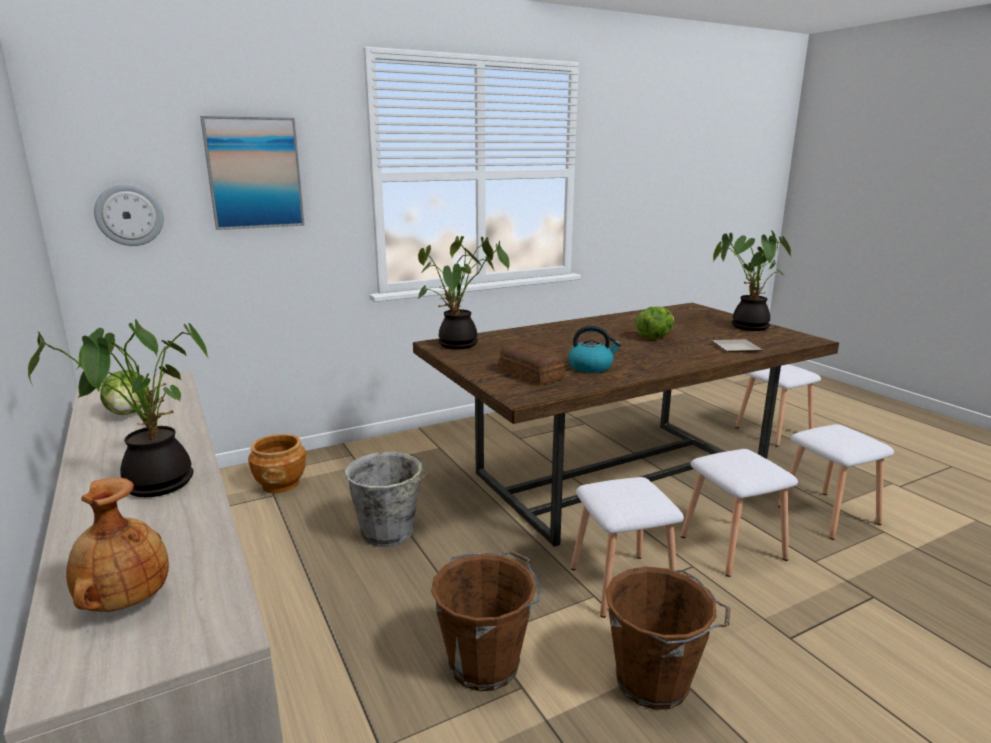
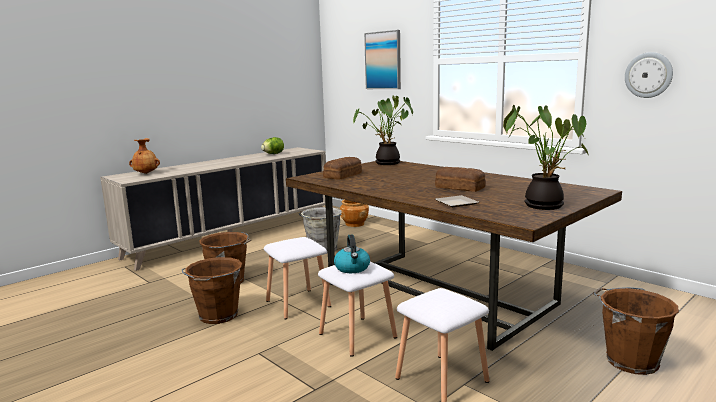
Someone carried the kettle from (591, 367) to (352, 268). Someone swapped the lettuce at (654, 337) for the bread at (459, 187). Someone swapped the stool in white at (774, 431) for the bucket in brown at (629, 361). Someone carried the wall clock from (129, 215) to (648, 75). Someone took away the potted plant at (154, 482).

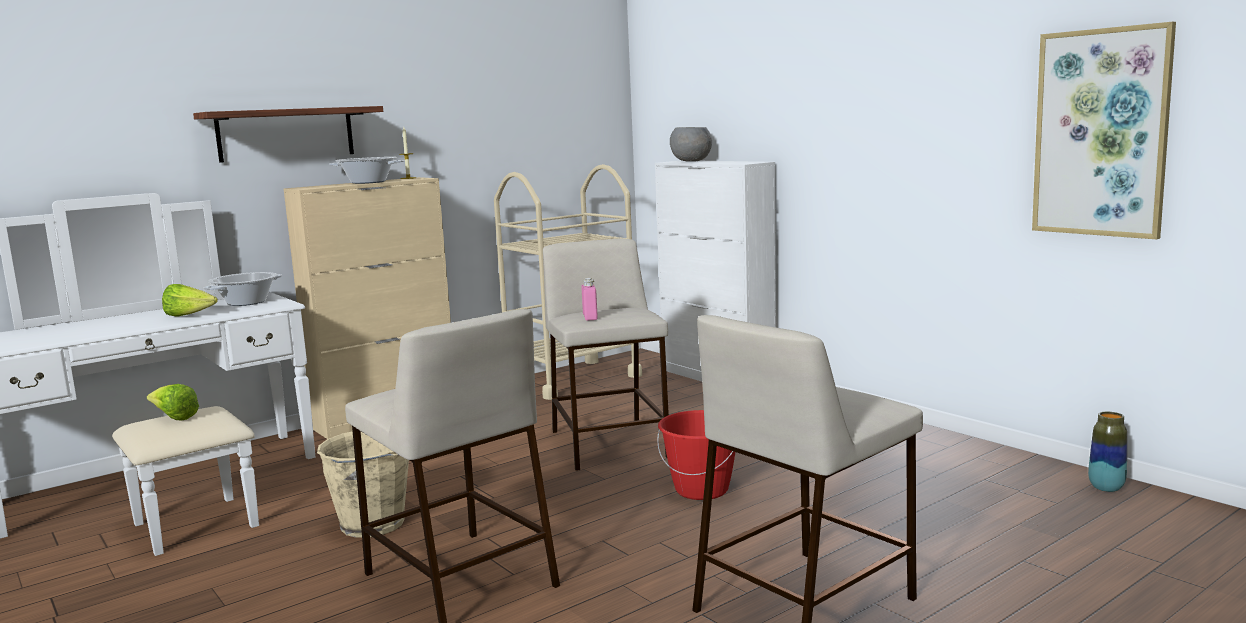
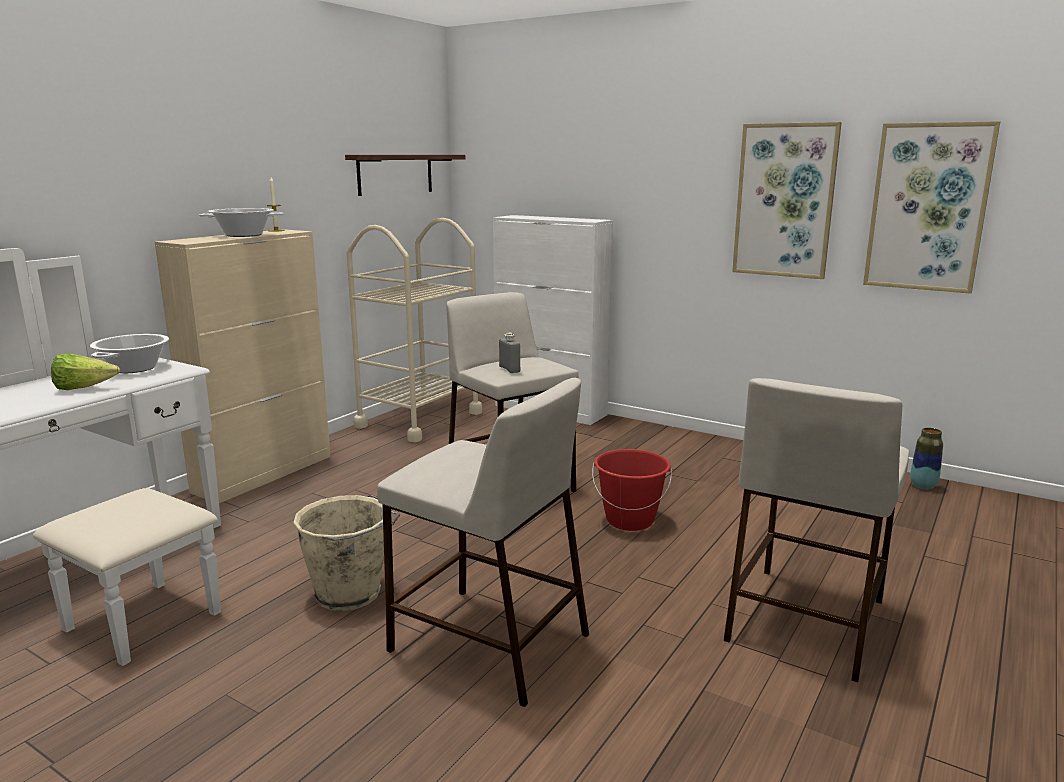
Someone carried the shelf from (286, 134) to (395, 174). Someone repainted the bottle in pink at (590, 317), which became the bottle in grey at (509, 369). Someone put up the picture at (784, 201). Someone took away the lettuce at (174, 418). Someone took away the bowl in grey at (691, 161).

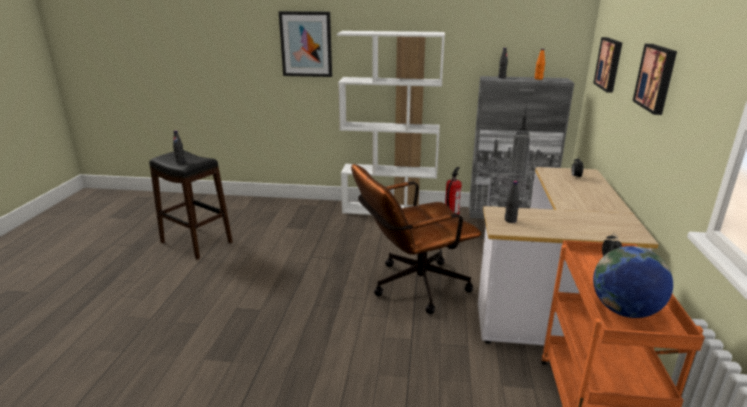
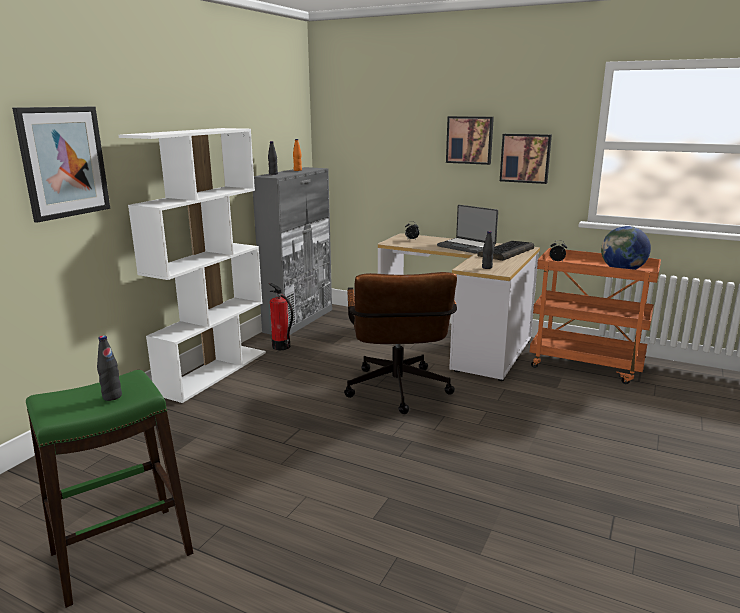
Someone repainted the stool in black at (196, 242), which became the stool in green at (121, 554). Someone put down the laptop at (467, 246). Someone put down the keyboard at (506, 252). Someone carried the picture from (610, 64) to (525, 158).

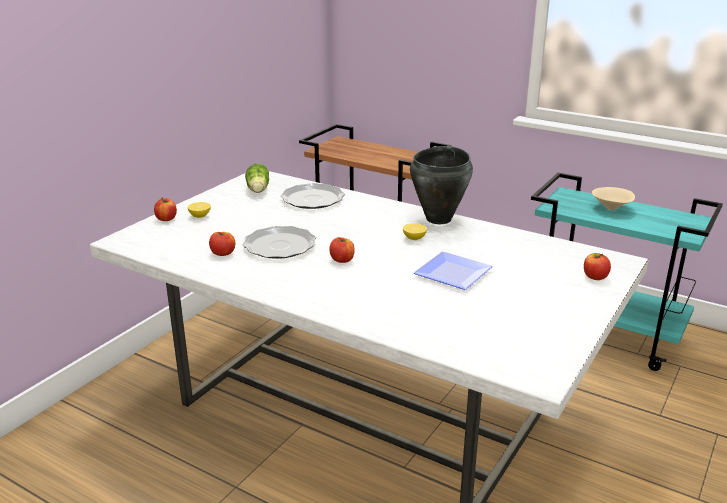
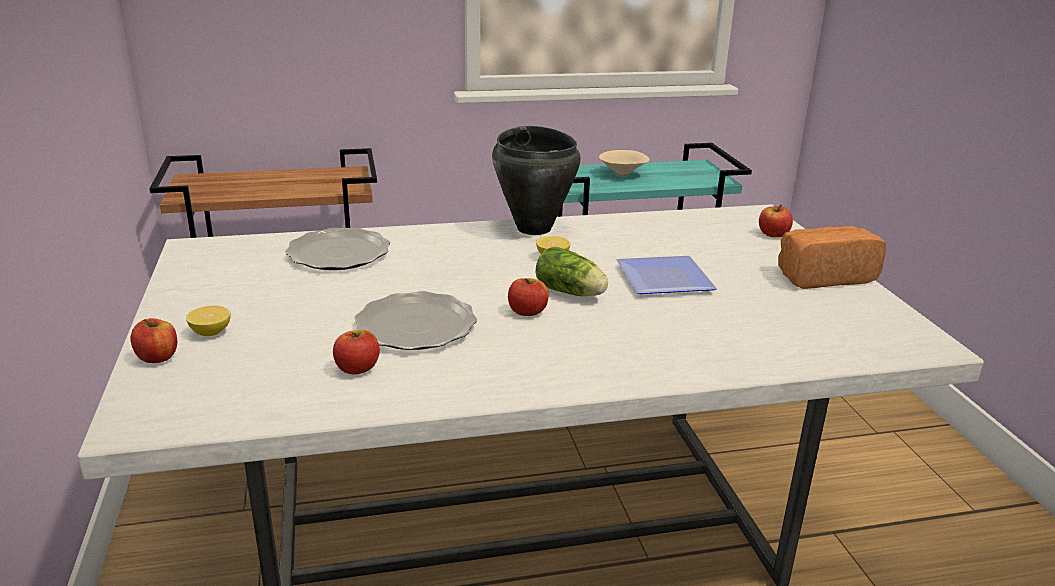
Someone carried the lettuce from (258, 190) to (572, 293). Someone put down the bread at (822, 276).

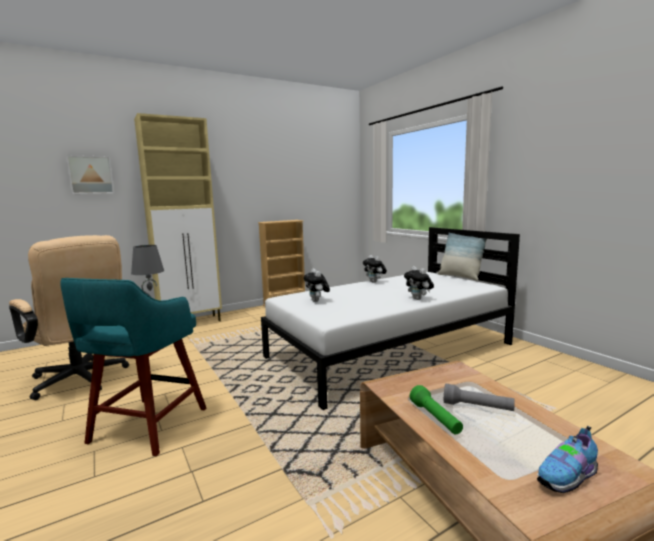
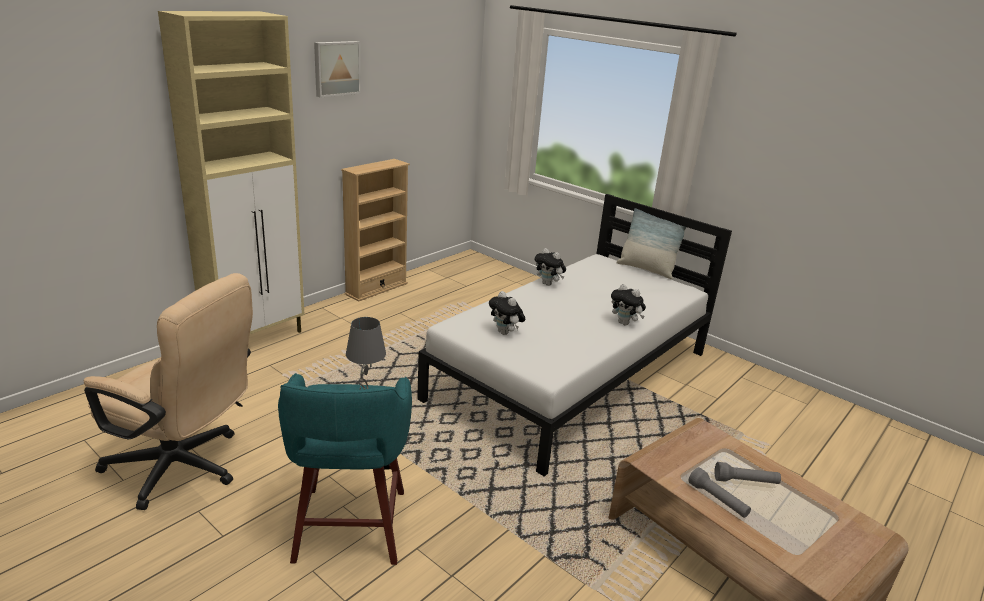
Someone carried the picture from (91, 175) to (336, 68). Someone repainted the flashlight in green at (435, 419), which became the flashlight in grey at (718, 500). Someone took away the shoe at (568, 478).

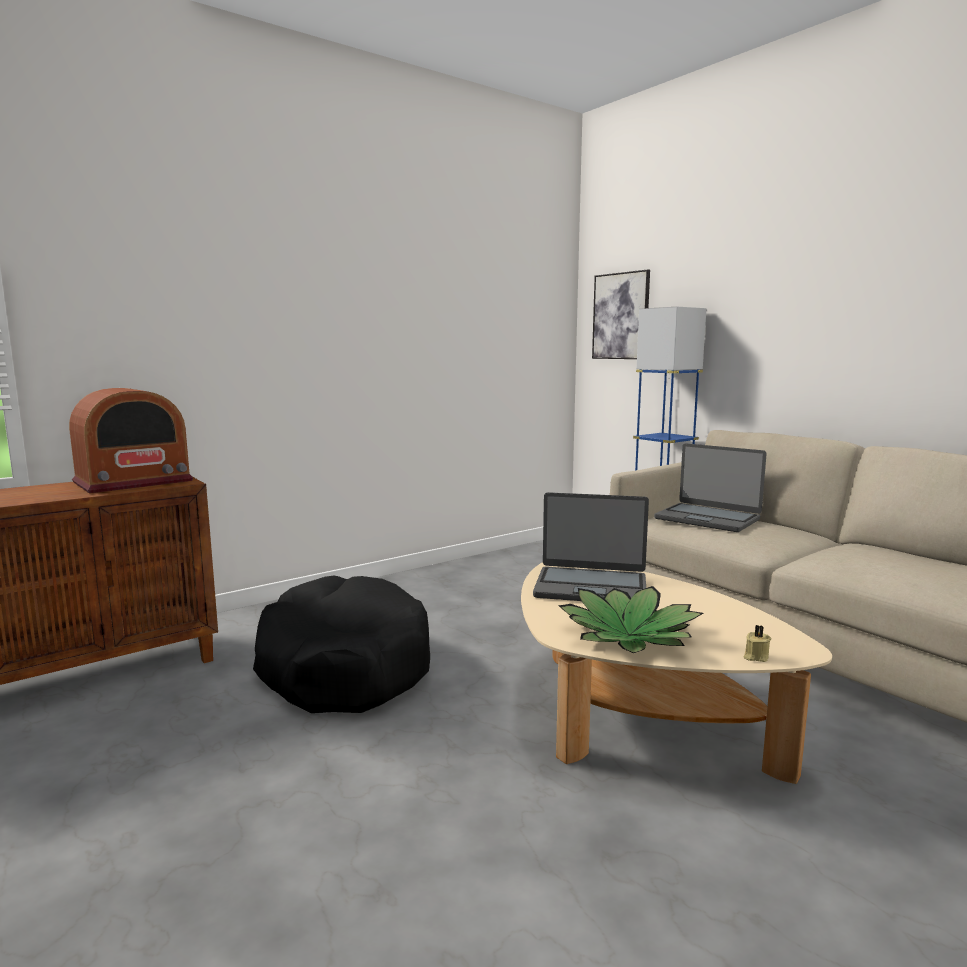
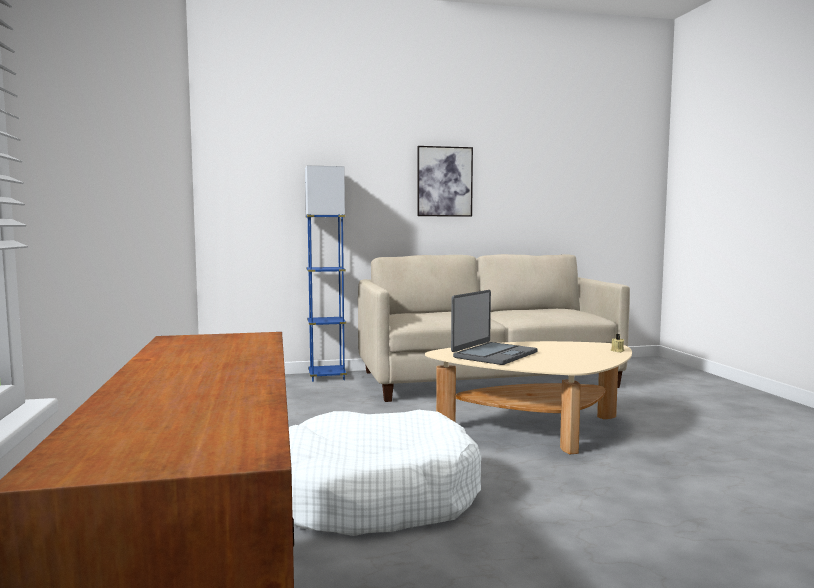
Someone repainted the dog bed in black at (344, 666), which became the dog bed in white at (373, 496). Someone carried the picture from (621, 316) to (444, 181). Someone took away the radio at (133, 481). Someone took away the potted plant at (629, 635). Someone took away the laptop at (707, 519).

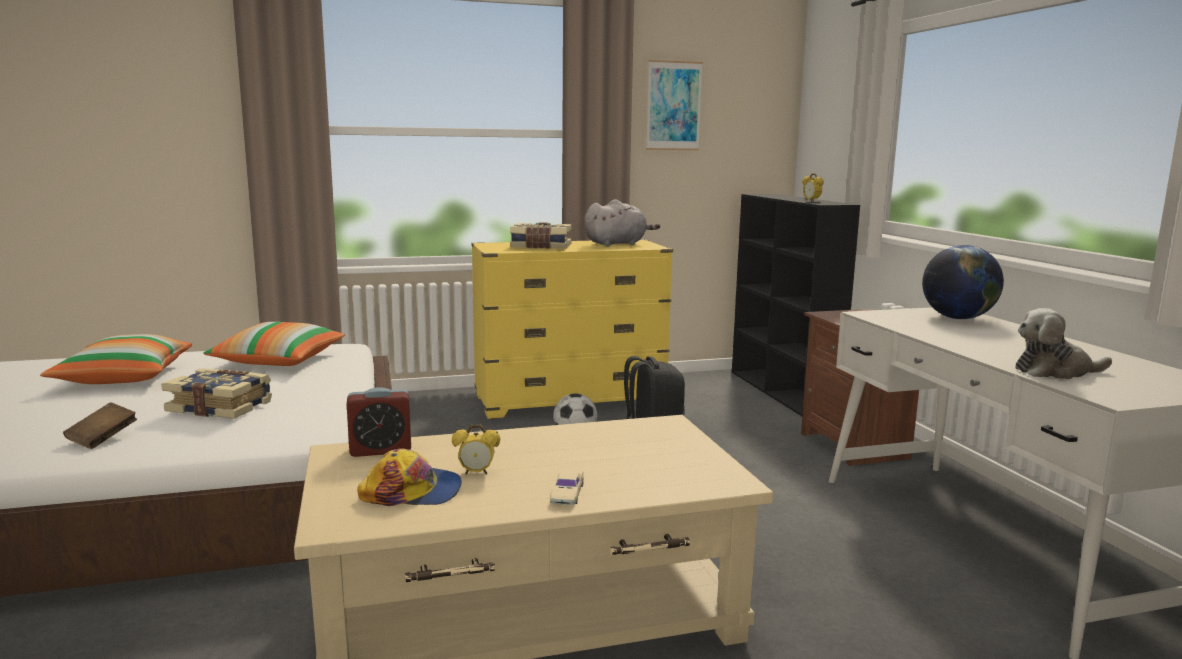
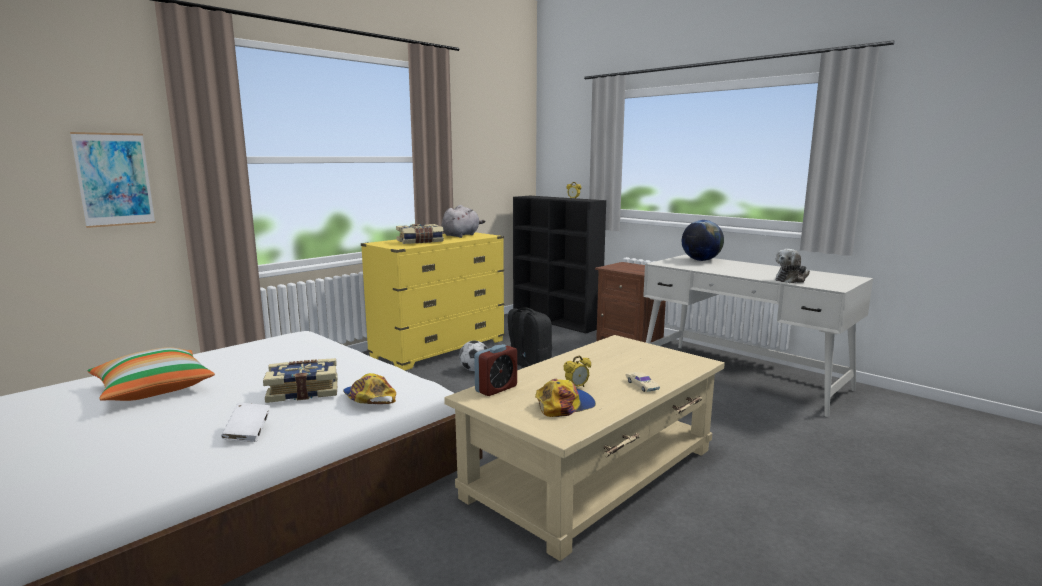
Someone carried the picture from (673, 106) to (114, 179). Someone repainted the book in brown at (102, 439), which became the book in white at (248, 433). Someone put down the cap at (369, 398). Someone took away the pillow at (279, 361).

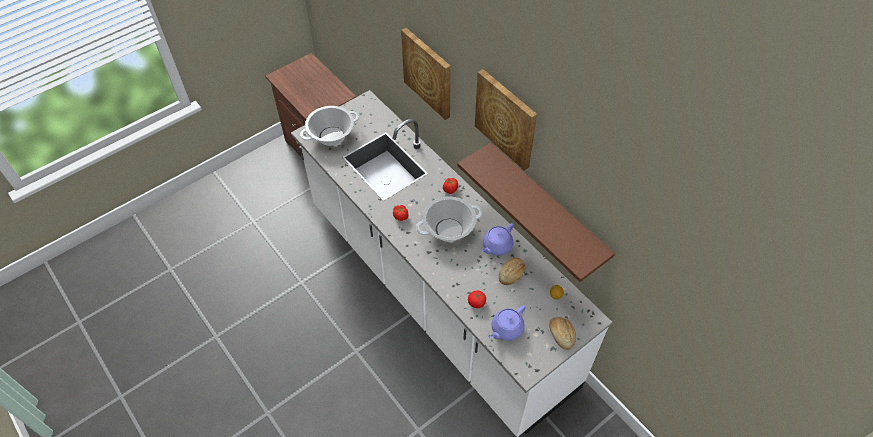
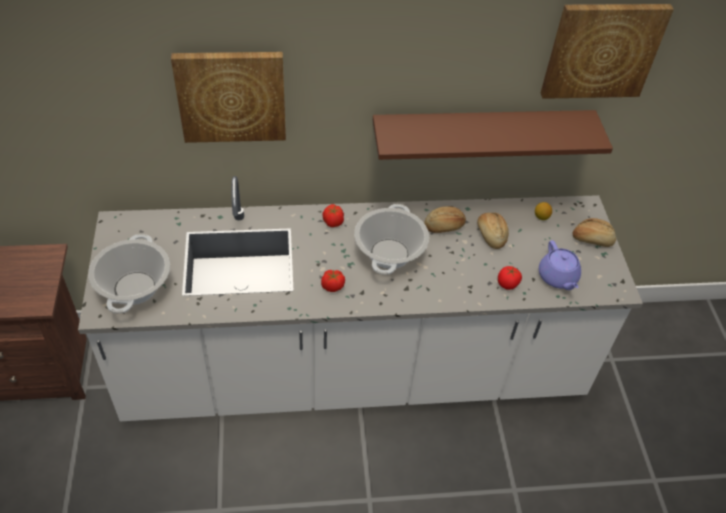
Someone swapped the teapot in purple at (496, 246) for the bread at (444, 227). Someone carried the picture from (506, 118) to (602, 50).

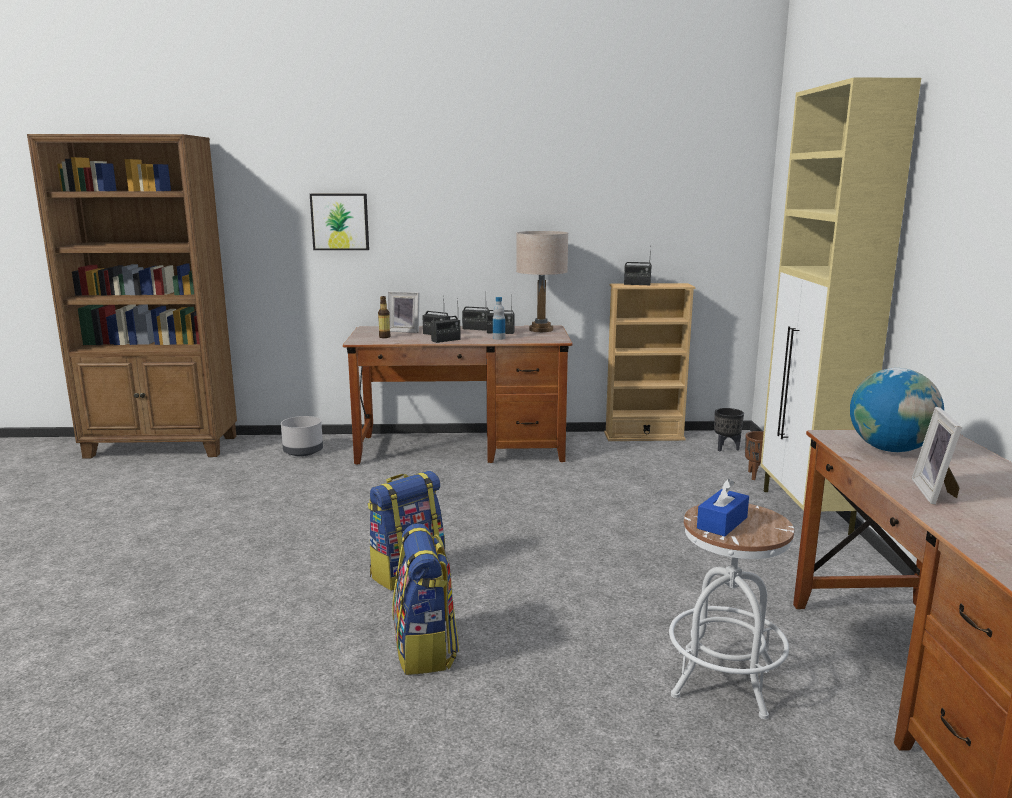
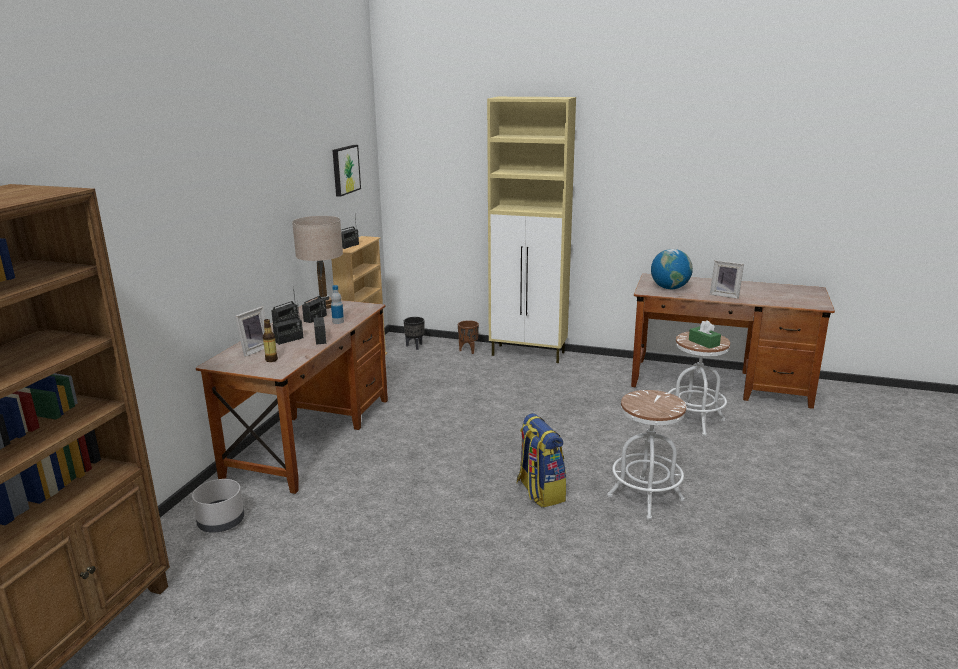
Someone carried the picture from (340, 221) to (345, 170). Someone swapped the backpack at (425, 650) for the stool in white at (645, 498). Someone repainted the tissue box in blue at (722, 523), which became the tissue box in green at (704, 342).

